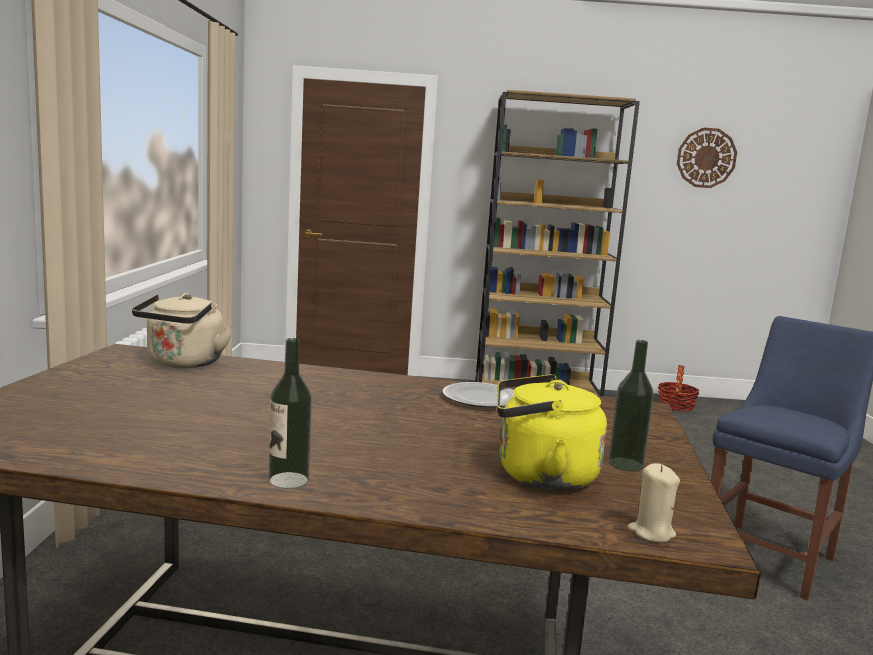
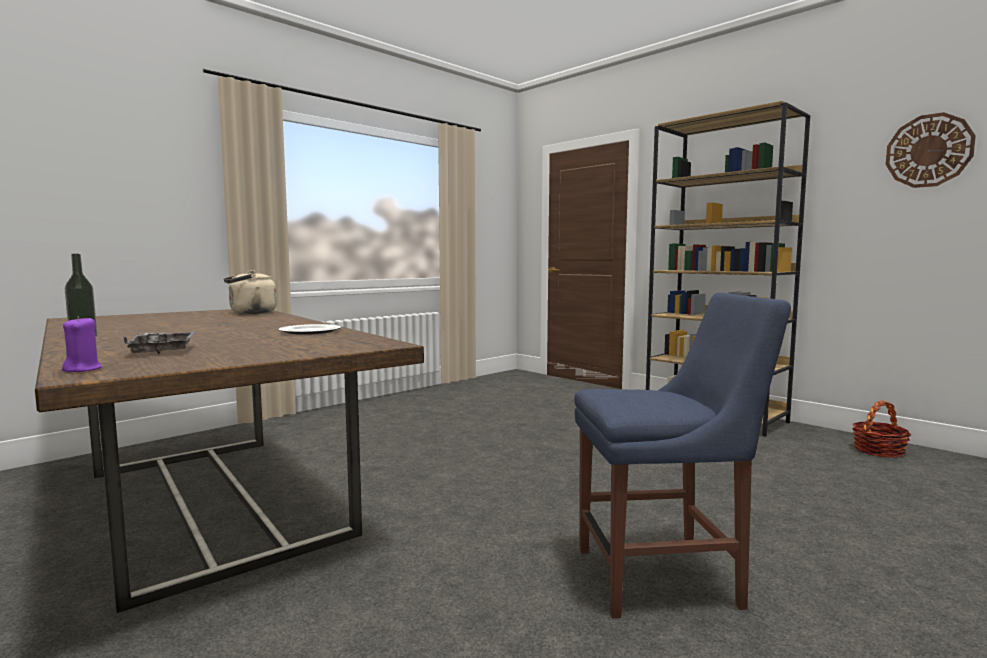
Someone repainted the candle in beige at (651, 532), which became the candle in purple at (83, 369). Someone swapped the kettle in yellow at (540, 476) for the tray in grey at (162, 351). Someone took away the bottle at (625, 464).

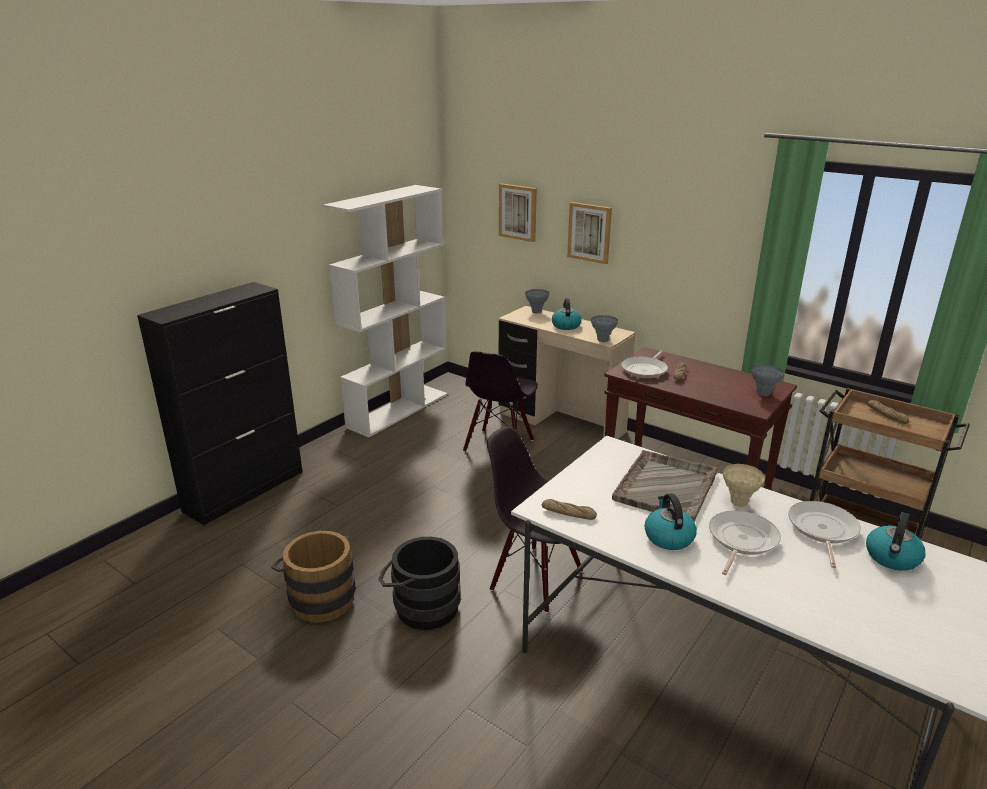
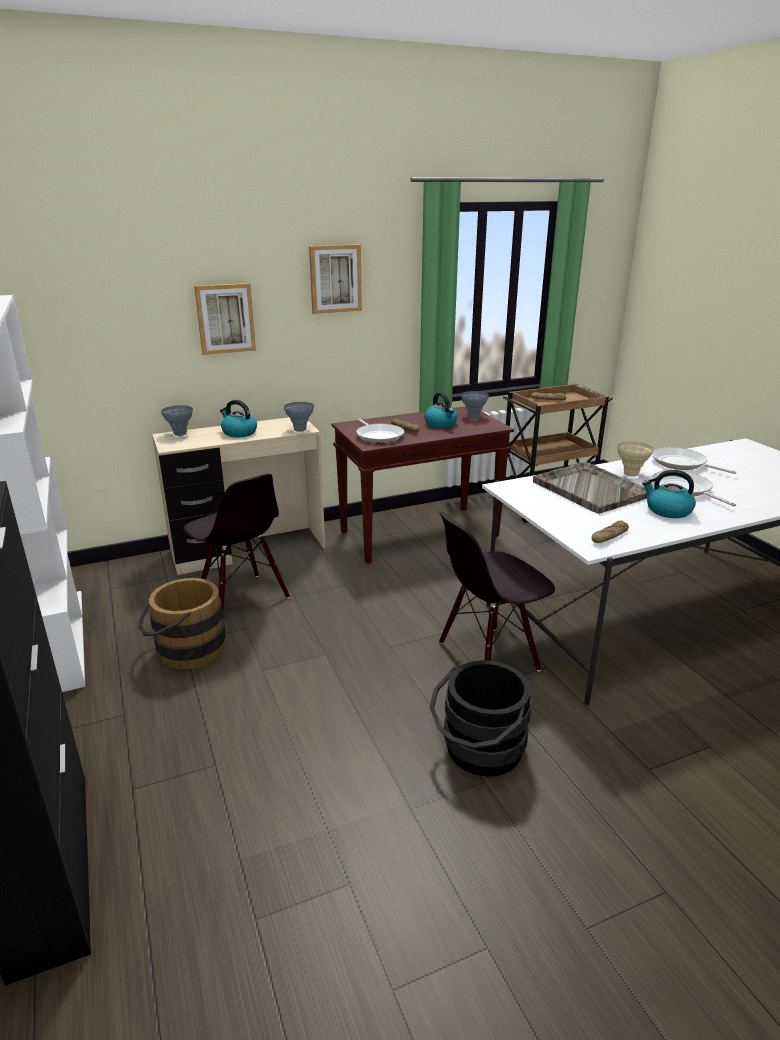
Someone carried the bucket in brown from (319, 597) to (185, 651). Someone carried the picture from (518, 212) to (335, 279). Someone carried the kettle from (892, 558) to (441, 424).

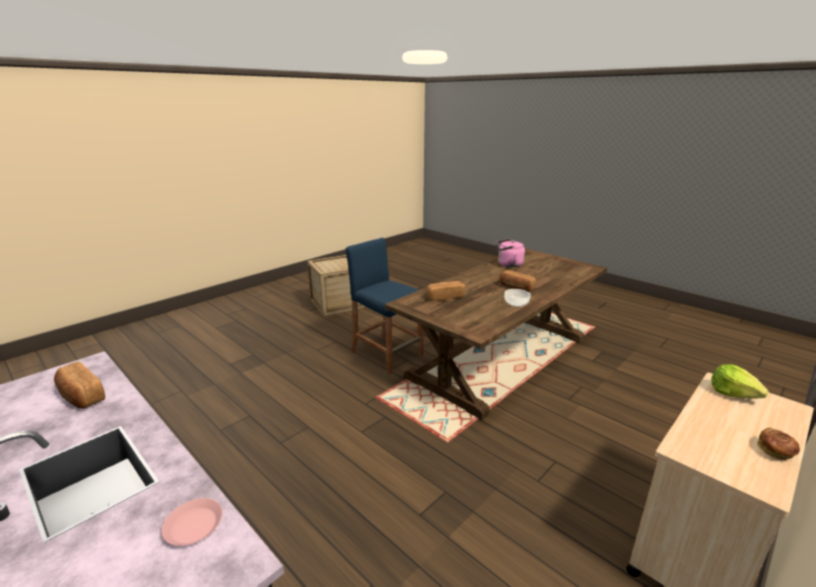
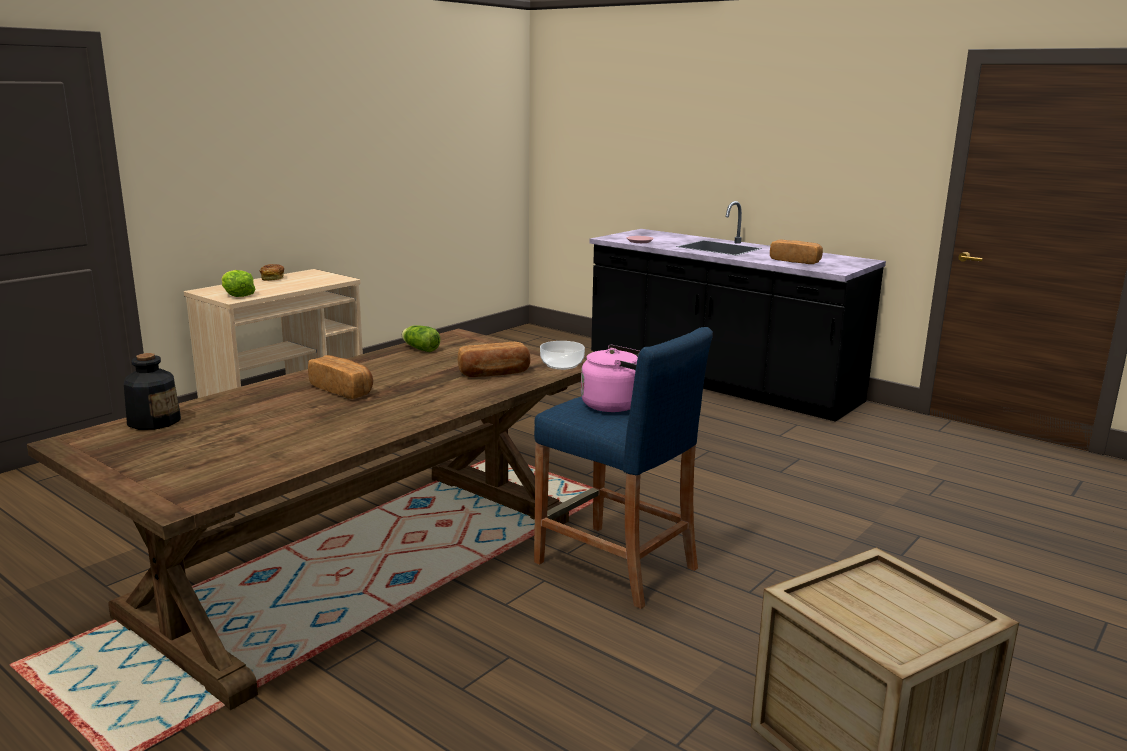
Someone put down the bottle at (154, 421). Someone put down the lettuce at (419, 348). Someone carried the bowl from (516, 303) to (562, 365). Someone carried the kettle in pink from (508, 264) to (615, 405).

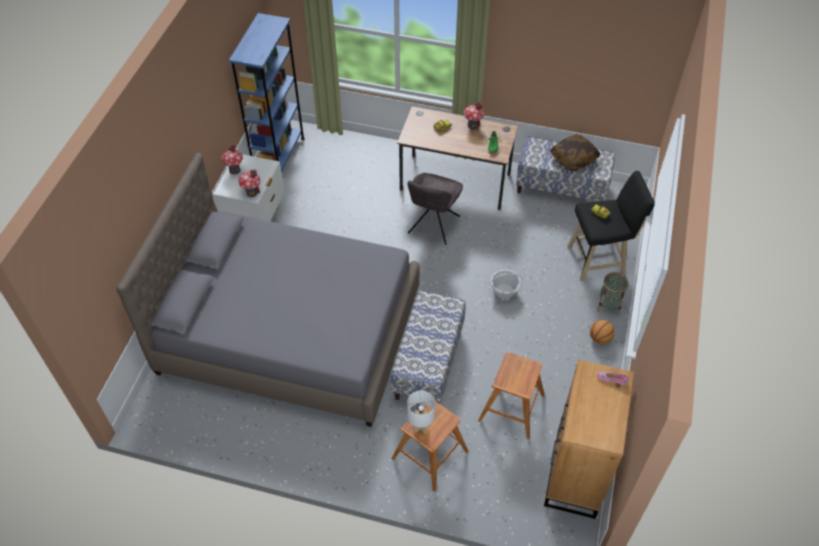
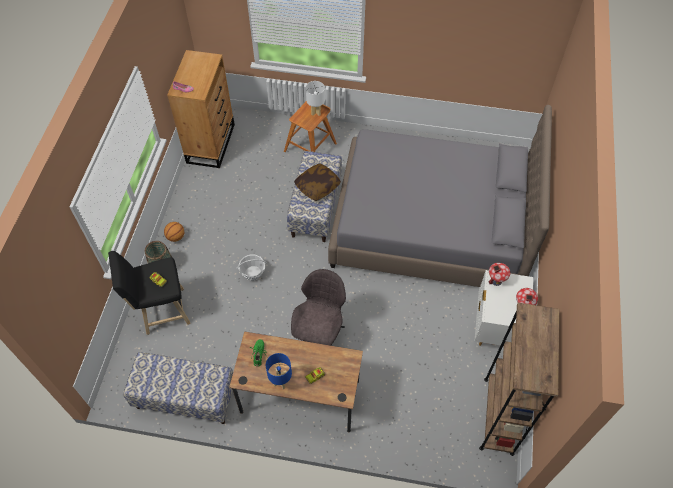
Someone swapped the toy house at (472, 125) for the table lamp in blue at (280, 382). Someone carried the pillow from (573, 158) to (317, 186). Someone repainted the bookcase in blue at (279, 158), which became the bookcase in brown at (498, 415). Someone took away the stool in brown at (511, 408).

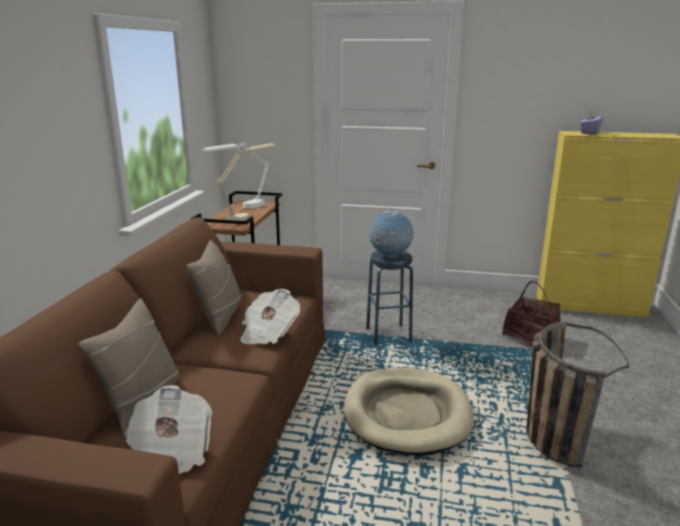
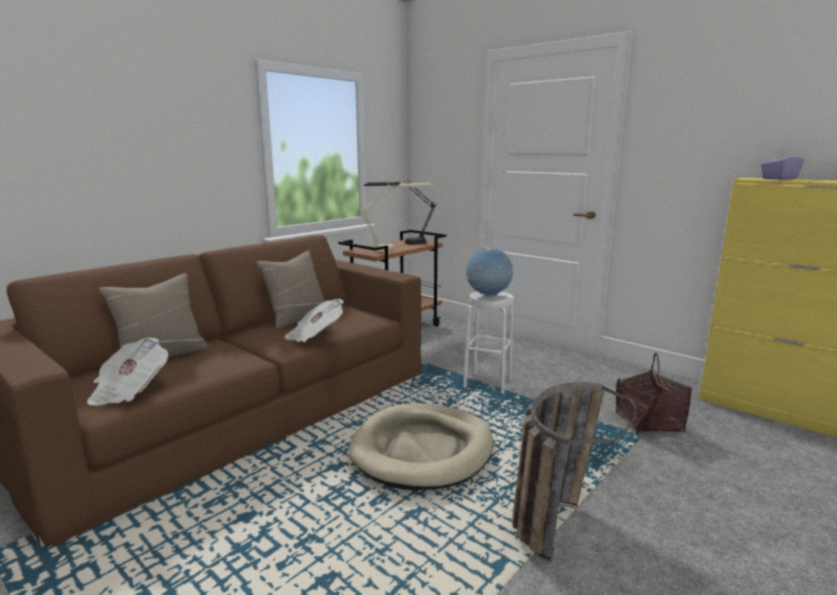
Someone repainted the table lamp in white at (241, 209), which became the table lamp in black at (401, 243). Someone repainted the stool in blue at (388, 335), which became the stool in white at (487, 383).

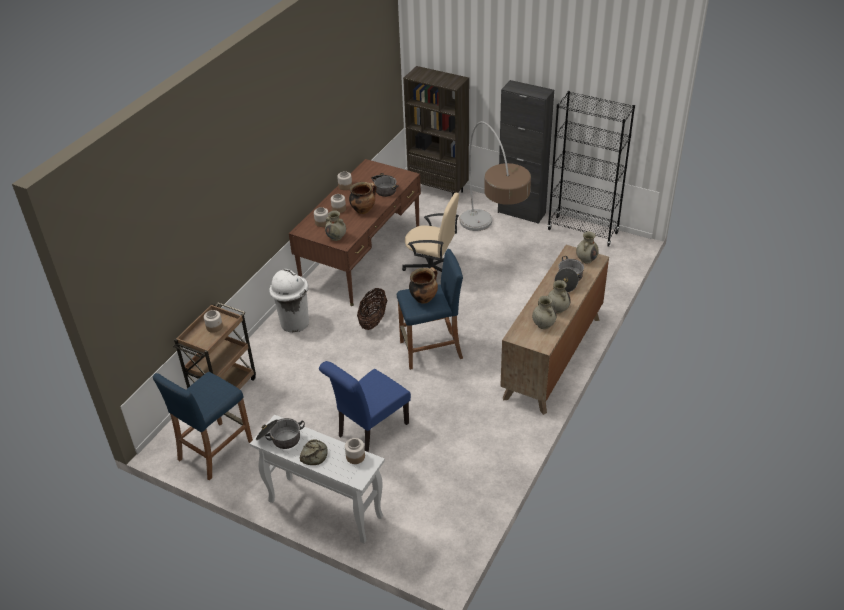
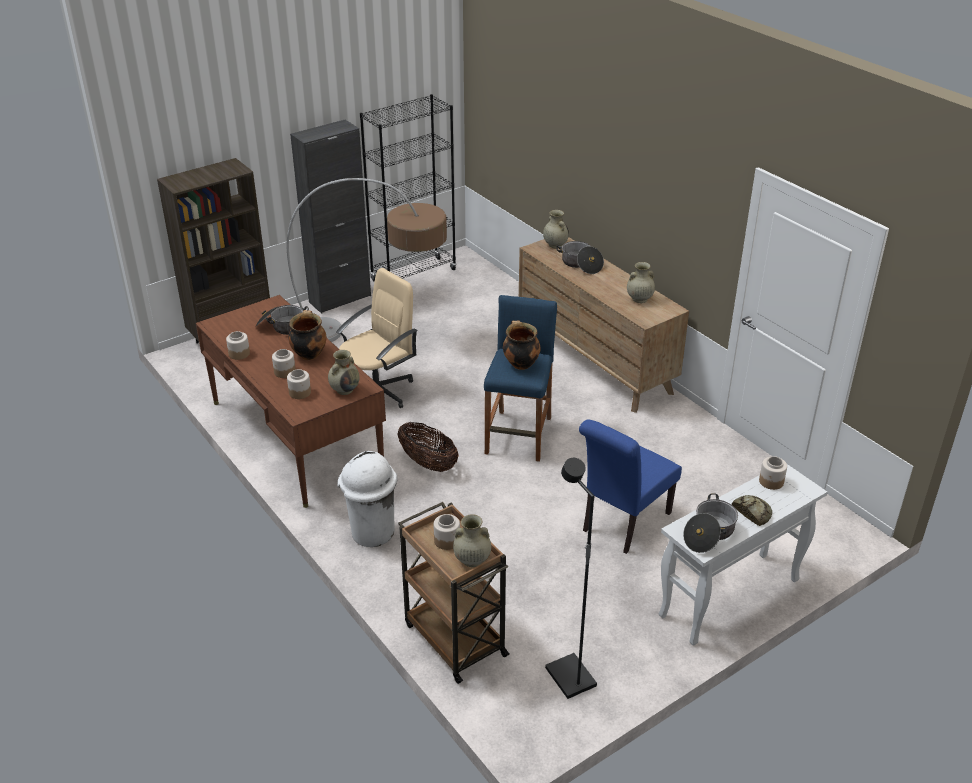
Someone carried the vase in beige from (557, 309) to (471, 560). Someone swapped the stool in blue at (215, 450) for the floor lamp in black at (569, 677). Someone rotated the chair in blue at (369, 431) by 60 degrees clockwise.

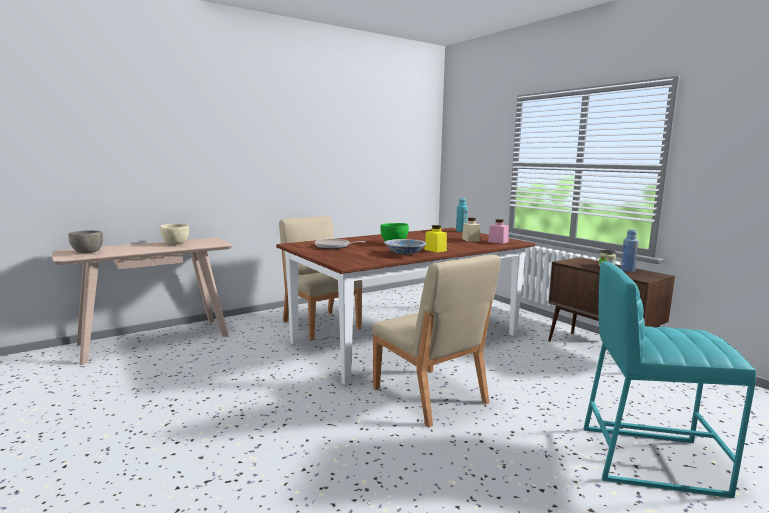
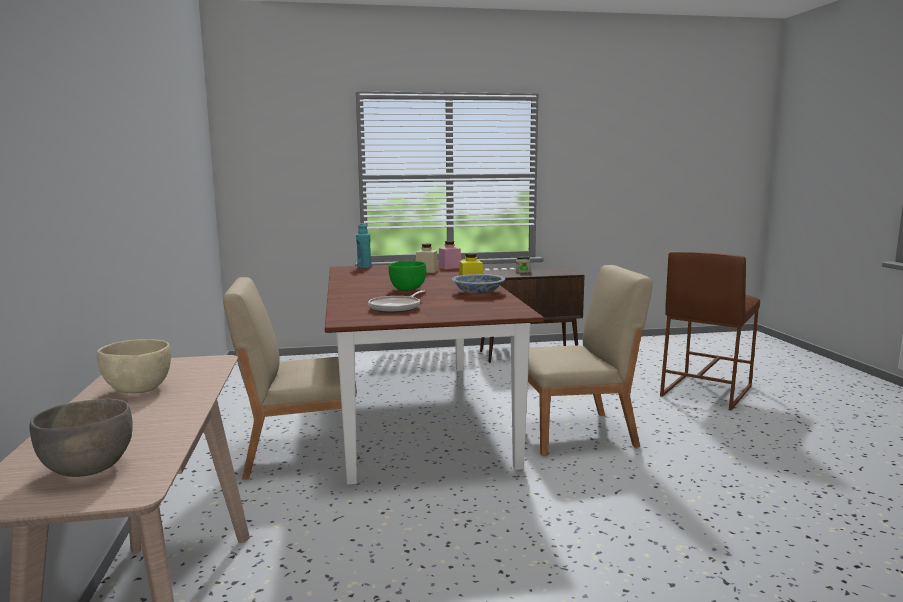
Someone repainted the stool in turquoise at (648, 458), which became the stool in brown at (705, 391). Someone took away the bottle in blue at (627, 270).

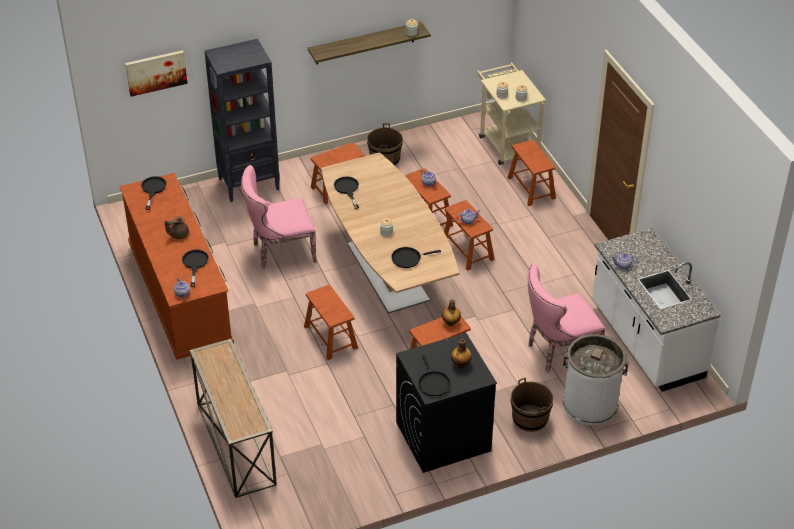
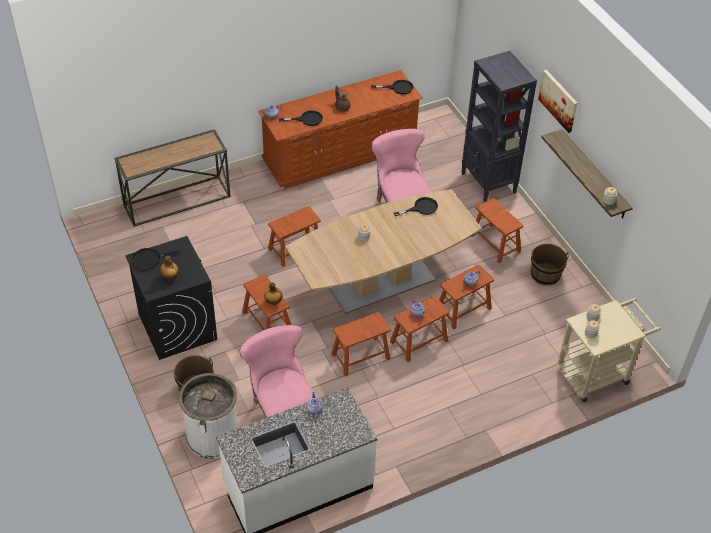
Someone carried the stool in brown from (531, 188) to (360, 356). Someone carried the picture from (156, 72) to (558, 100). Someone took away the frying pan in black at (408, 258).

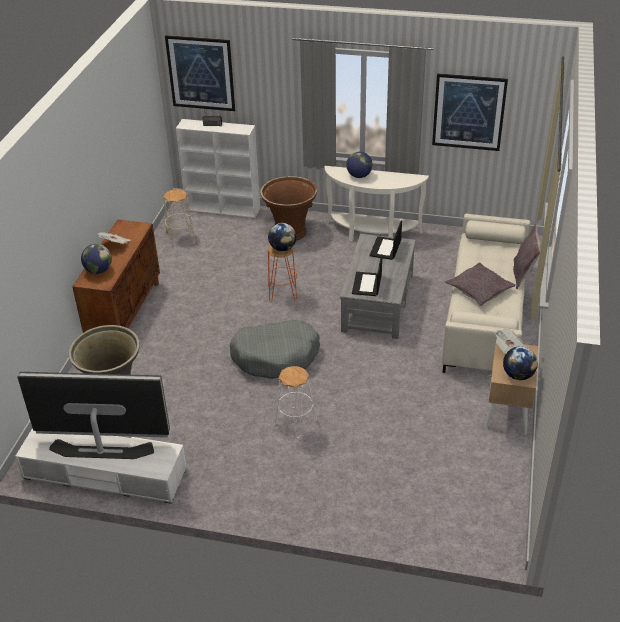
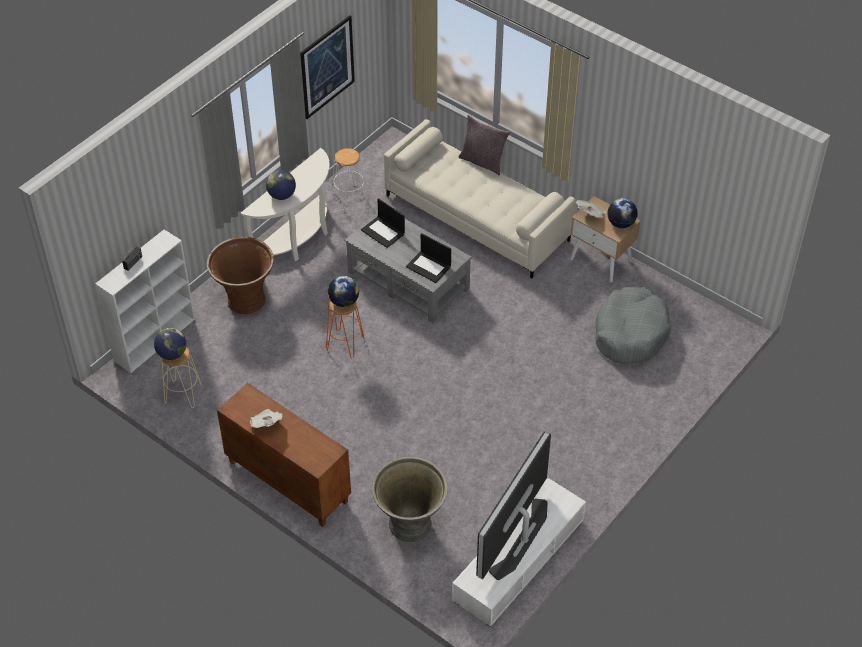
Someone carried the globe from (98, 270) to (172, 354). Someone carried the stool in white from (296, 422) to (349, 197). Someone carried the dog bed in grey from (276, 356) to (630, 333). Someone took away the picture at (201, 73). Someone took away the pillow in grey at (479, 289).

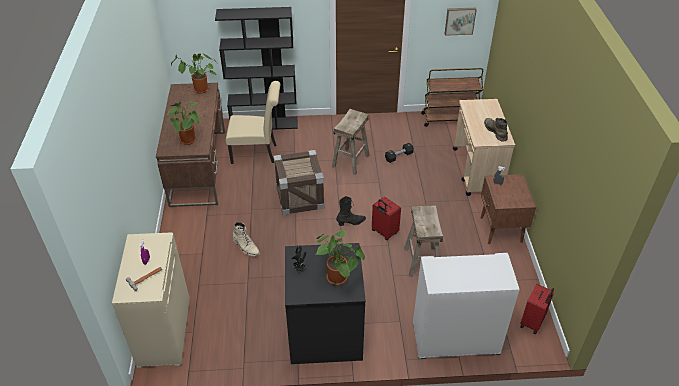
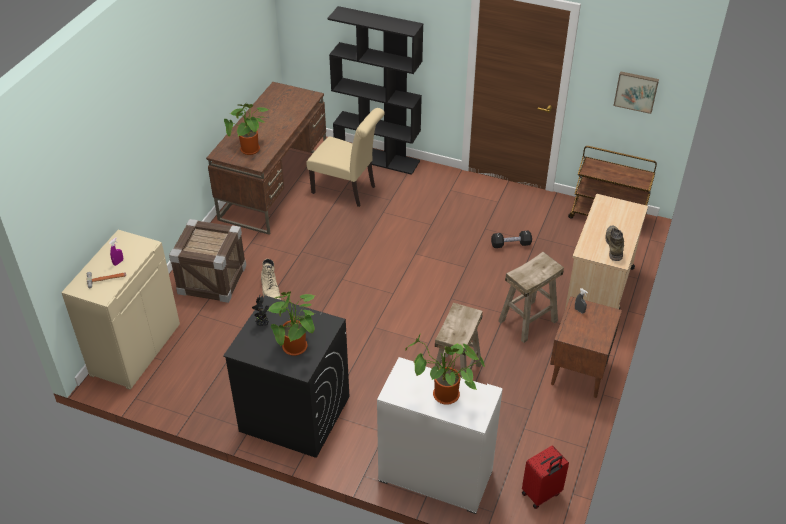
Someone carried the crate from (300, 197) to (212, 279). Someone carried the potted plant from (200, 90) to (443, 396). Someone carried the stool in beige from (350, 160) to (527, 320). Someone took away the boot in black at (351, 222). Someone took away the suitcase in red at (384, 232).

